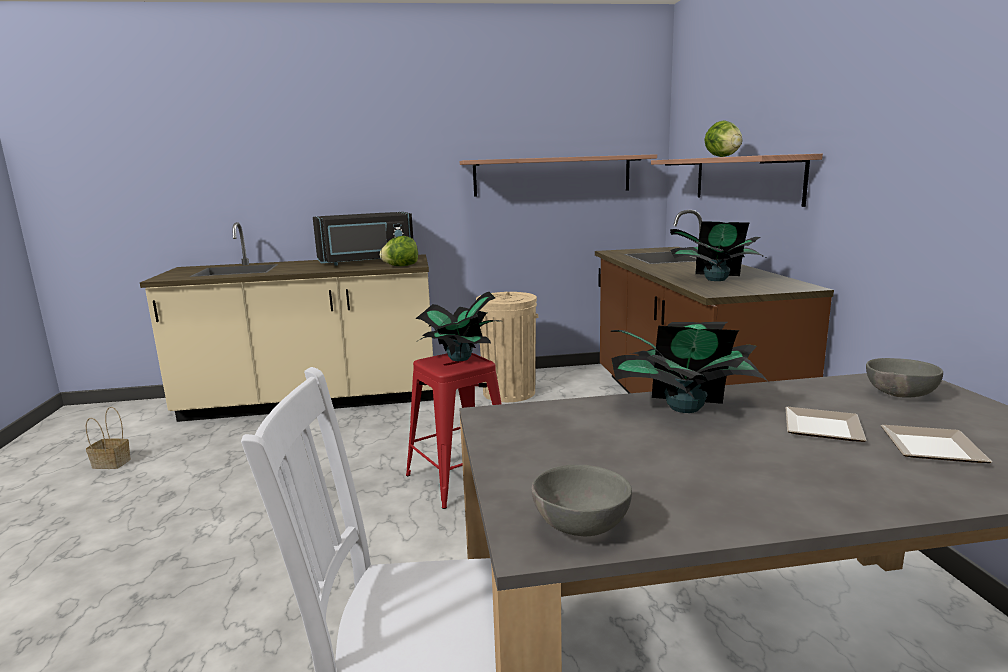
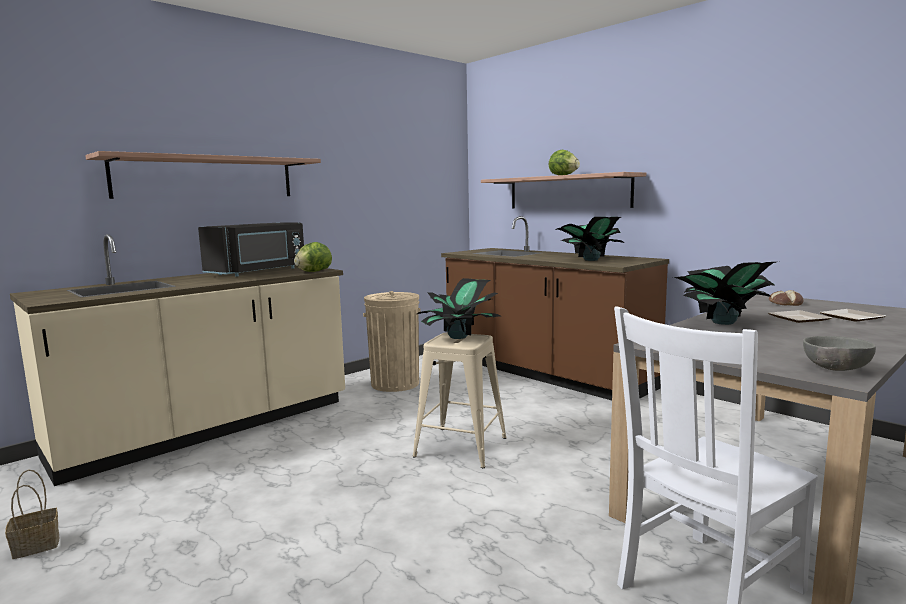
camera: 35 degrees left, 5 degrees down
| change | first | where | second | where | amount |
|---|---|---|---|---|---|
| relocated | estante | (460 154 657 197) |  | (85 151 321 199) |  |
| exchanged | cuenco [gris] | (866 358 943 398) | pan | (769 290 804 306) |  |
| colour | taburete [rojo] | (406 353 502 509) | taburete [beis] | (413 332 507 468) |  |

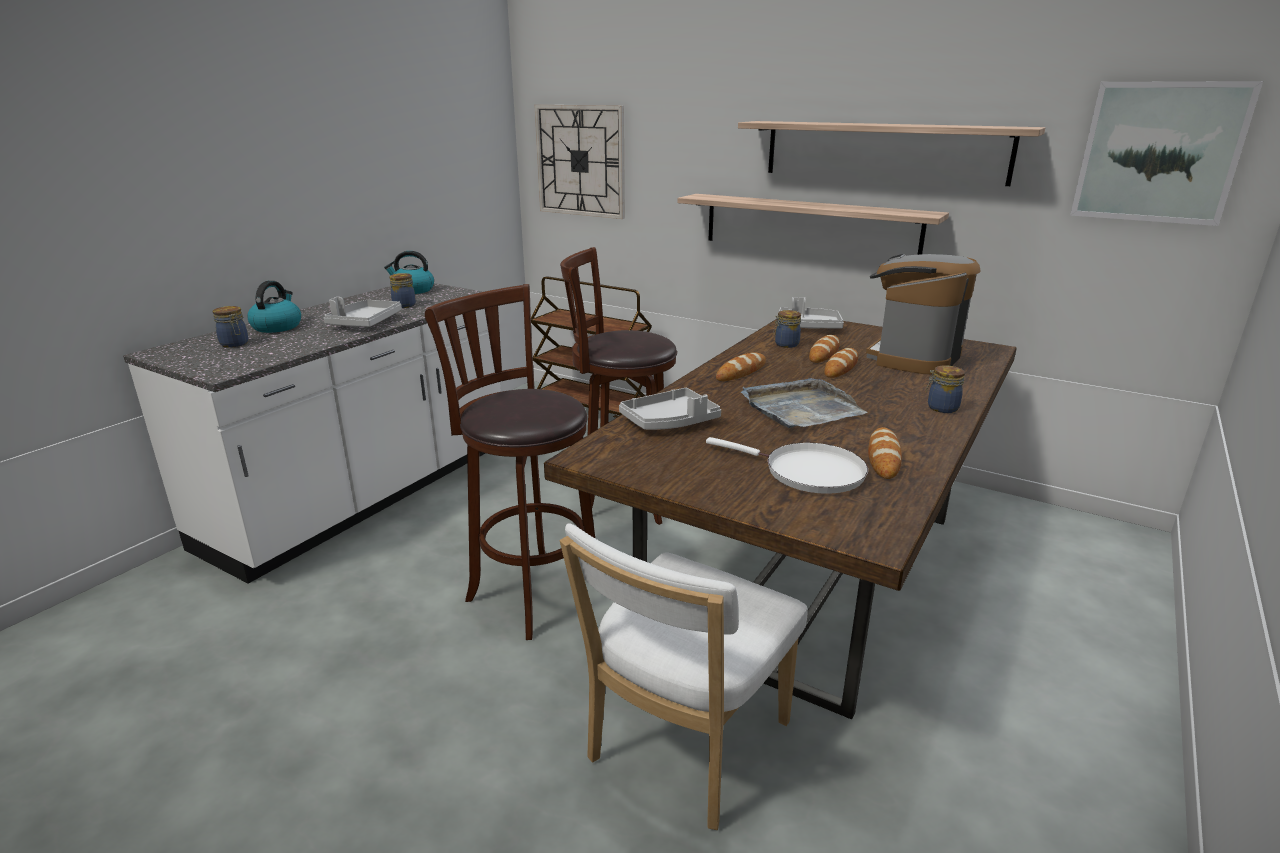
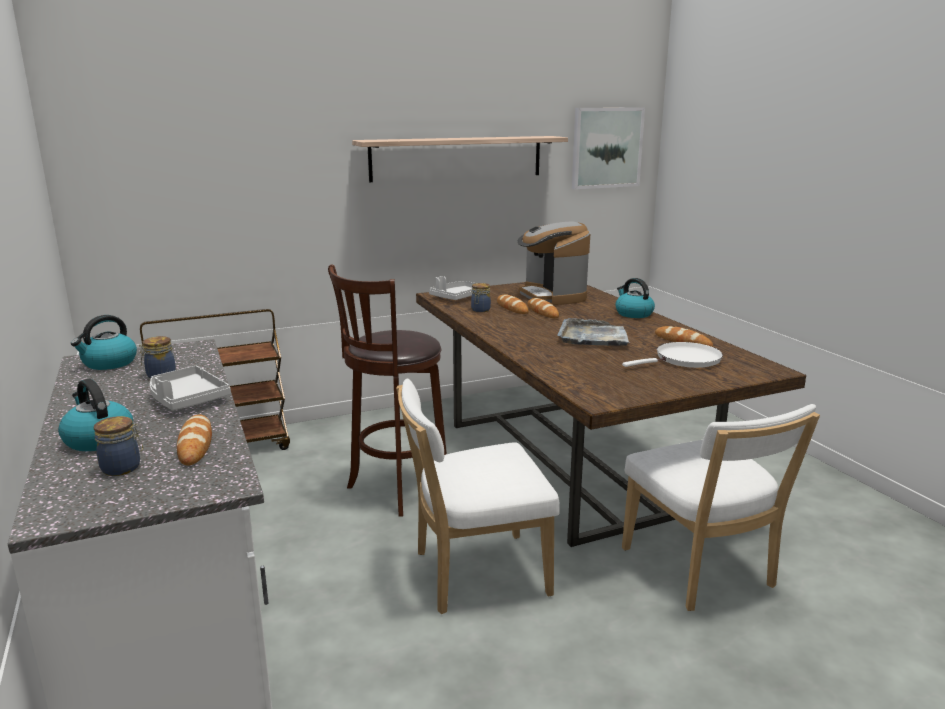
camera: 55 degrees left, 5 degrees down
| change | first | where | second | where | amount |
|---|---|---|---|---|---|
| missing | reloj de pared | (534 105 625 219) |  |  |  |
| missing | bandeja [gris] | (619 388 721 430) |  |  |  |
| missing | estante | (677 194 949 255) |  |  |  |
| relocated | pan | (716 352 766 381) |  | (177 414 212 466) |  |
| exchanged | taburete [marrón] | (425 284 595 640) | silla [blanco] | (396 378 560 614) |  |
| exchanged | tarro | (926 365 965 413) | hervidor | (615 278 655 318) |  |

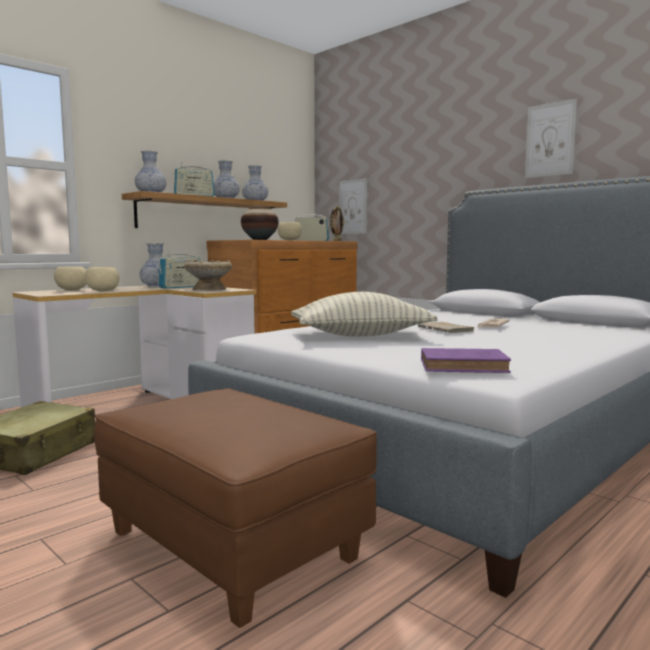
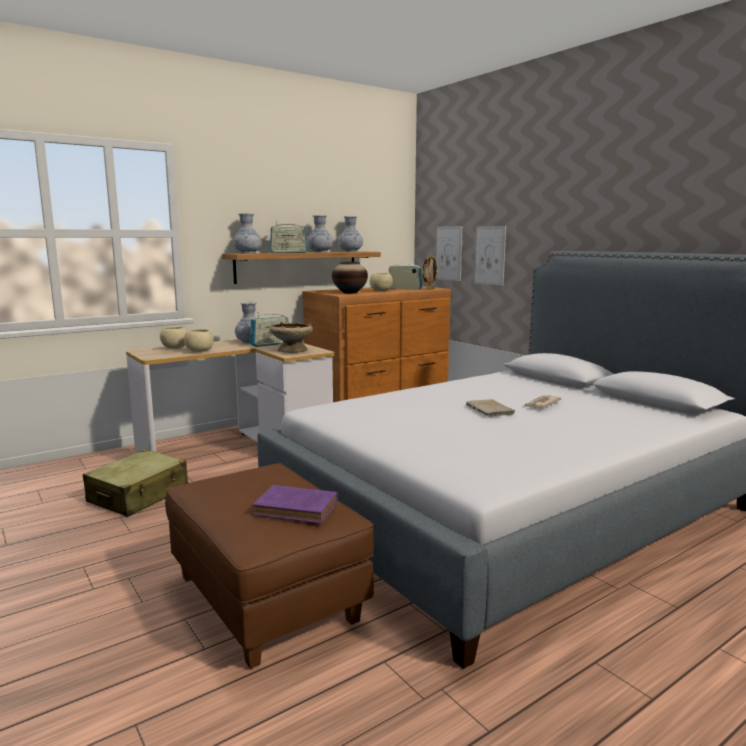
camera: 10 degrees right, 5 degrees up
| change | first | where | second | where | amount |
|---|---|---|---|---|---|
| missing | cojín | (291 292 438 337) |  |  |  |
| relocated | libro [morado] | (421 348 511 373) |  | (253 485 338 524) |  |
| relocated | cuadro | (525 98 577 178) |  | (474 226 506 285) |  |

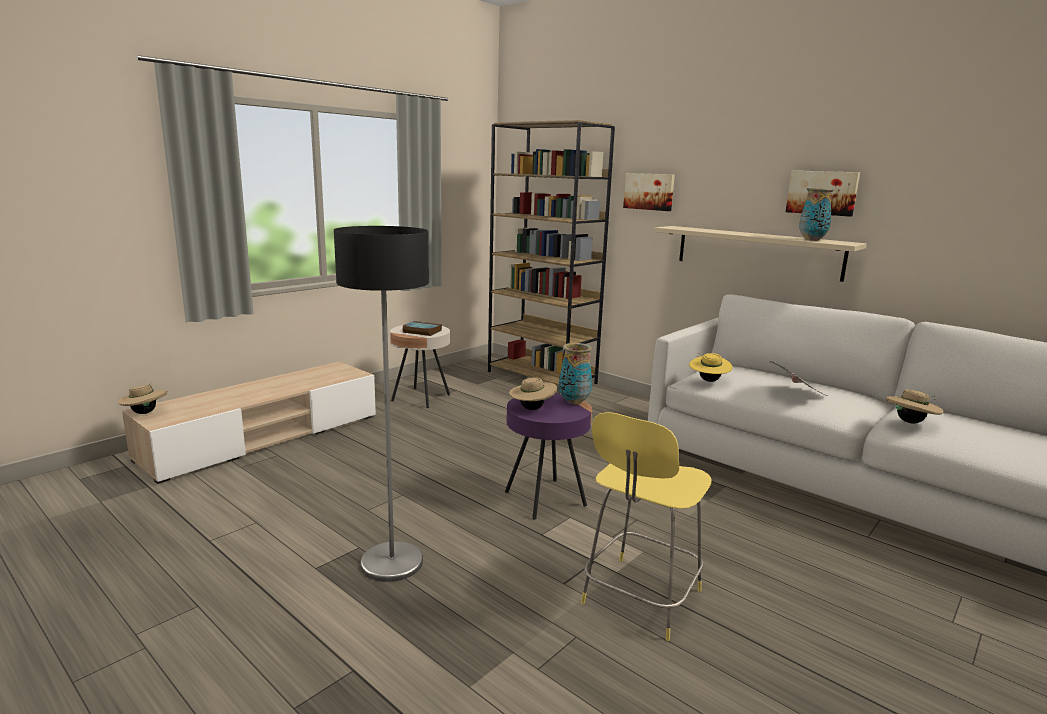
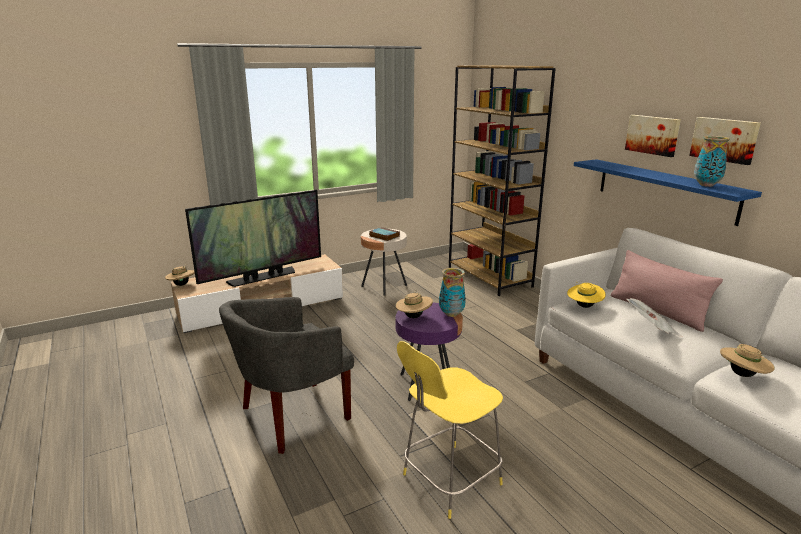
camera: 20 degrees right, 5 degrees up
| change | first | where | second | where | amount |
|---|---|---|---|---|---|
| appeared |  |  | televisor | (185 190 321 287) |  |
| appeared |  |  | cojín [rosa] | (611 250 723 332) |  |
| relocated | cuadro | (623 173 675 211) |  | (625 115 681 157) |  |
| exchanged | lámpara de pie | (334 226 429 582) | sillón [gris] | (219 297 354 454) |  |
| colour | estante [beis] | (654 226 867 282) | estante [azul] | (574 159 762 226) |  |

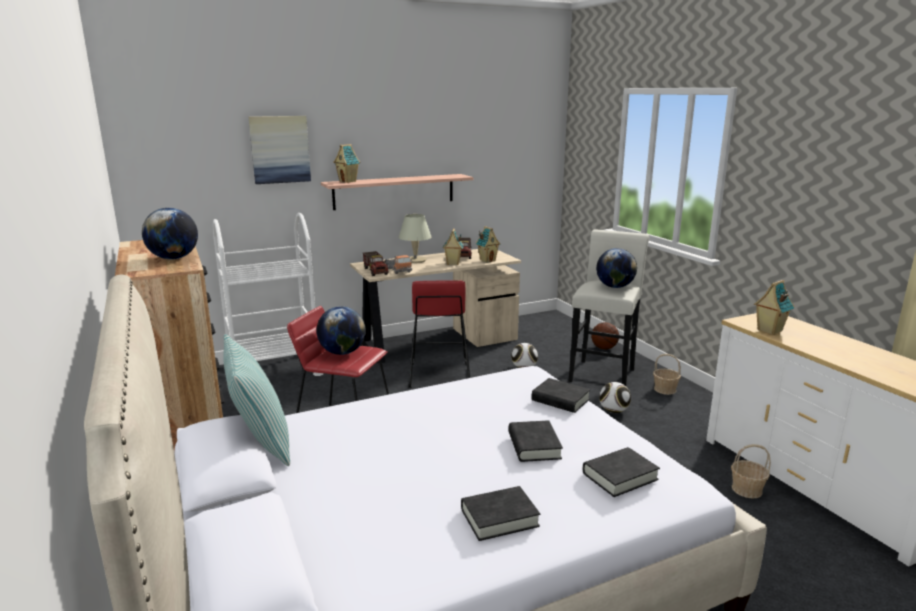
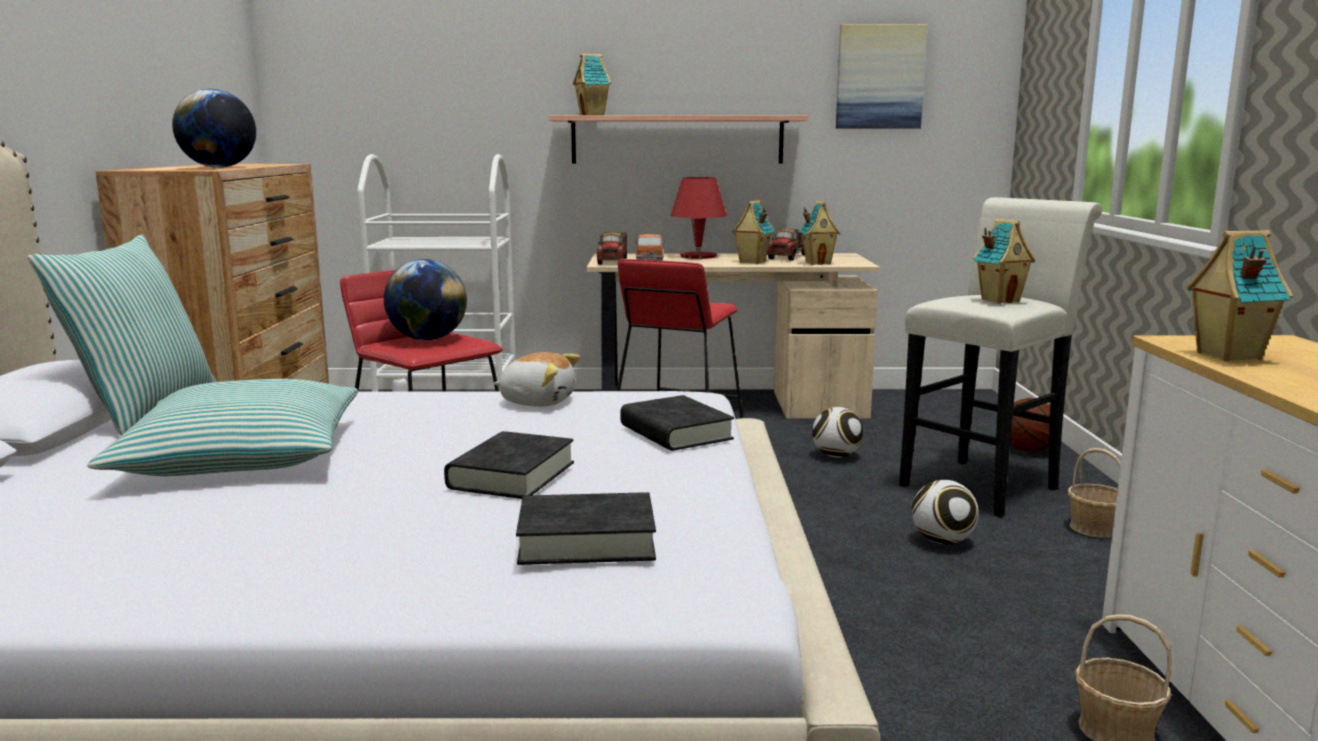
camera: 25 degrees right, 5 degrees down
| change | first | where | second | where | amount |
|---|---|---|---|---|---|
| missing | libro [negro] | (461 486 540 541) |  |  |  |
| appeared |  |  | cojín | (87 379 358 476) |  |
| appeared |  |  | peluche | (493 352 580 407) |  |
| relocated | cuadro | (248 116 311 184) |  | (836 24 928 128) |  |
| exchanged | globo terráqueo | (596 248 637 288) | casita | (973 219 1035 304) |  |
| colour | lámpara de mesa [beis] | (399 214 431 263) | lámpara de mesa [rojo] | (671 177 727 259) |  |

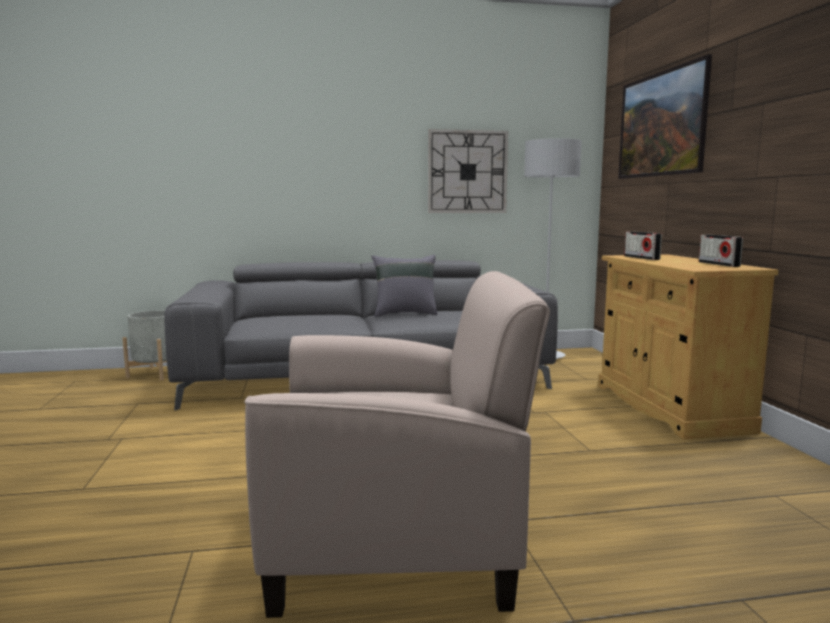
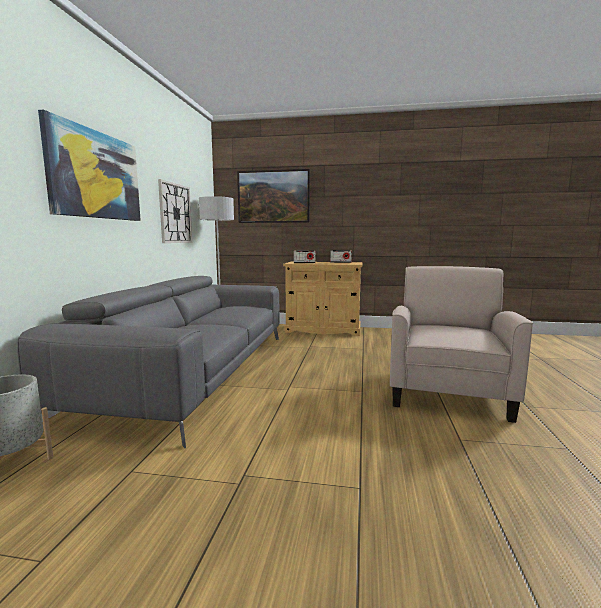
camera: 70 degrees left, 0 degrees up
| change | first | where | second | where | amount |
|---|---|---|---|---|---|
| missing | cojín [gris] | (372 254 438 317) |  |  |  |
| appeared |  |  | cuadro | (38 110 141 221) |  |

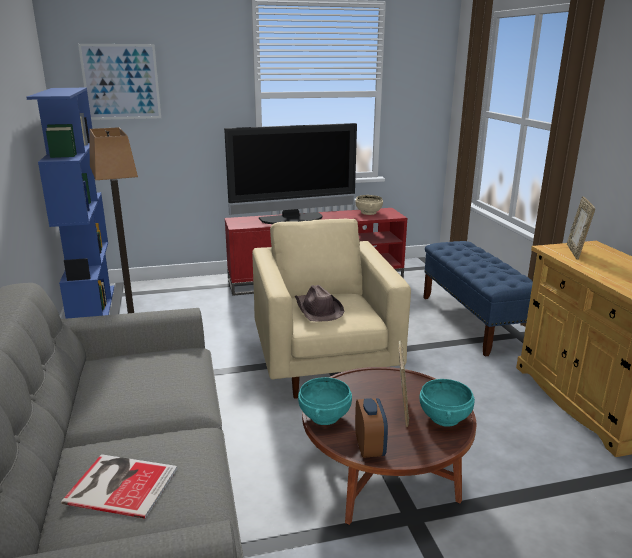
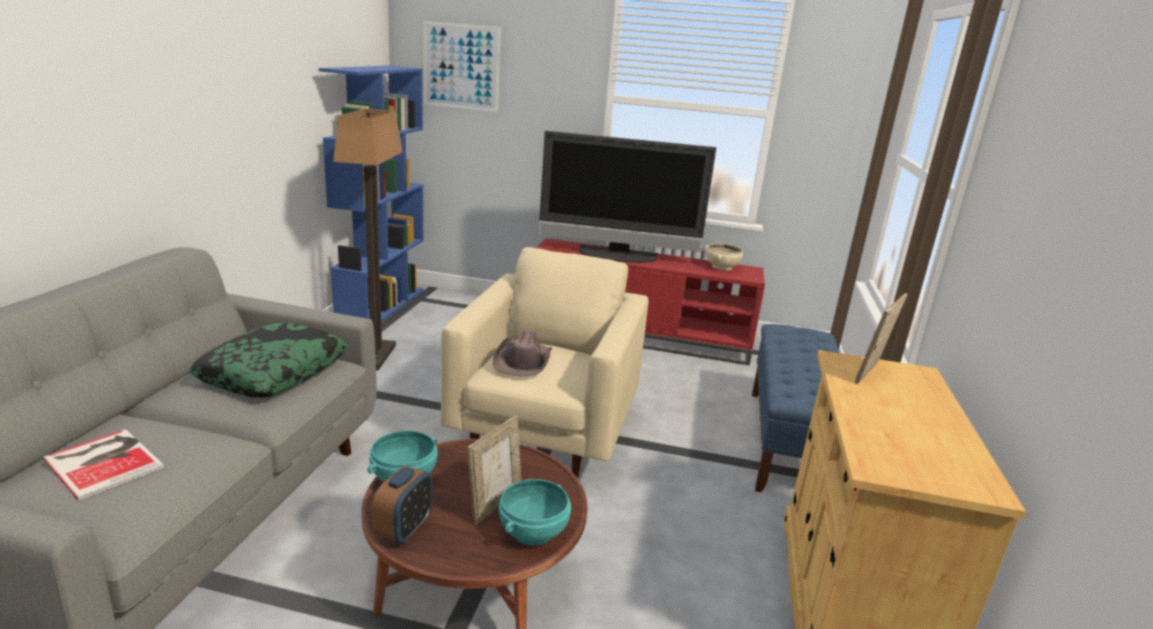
camera: 25 degrees right, 0 degrees up
| change | first | where | second | where | amount |
|---|---|---|---|---|---|
| appeared |  |  | cojín | (189 323 348 397) |  |

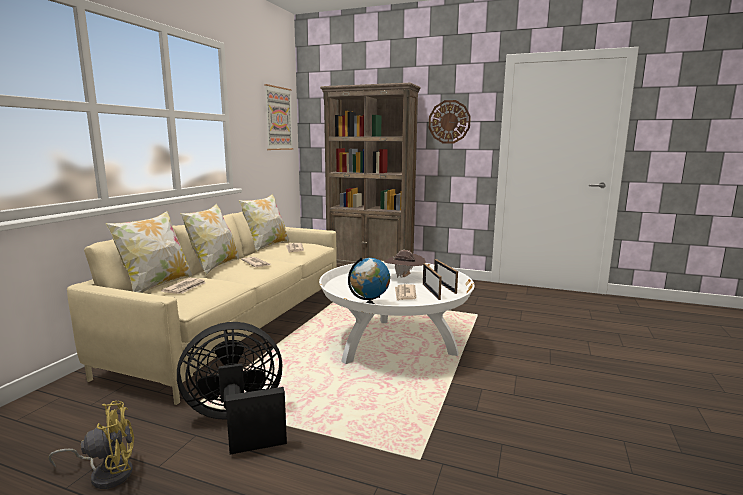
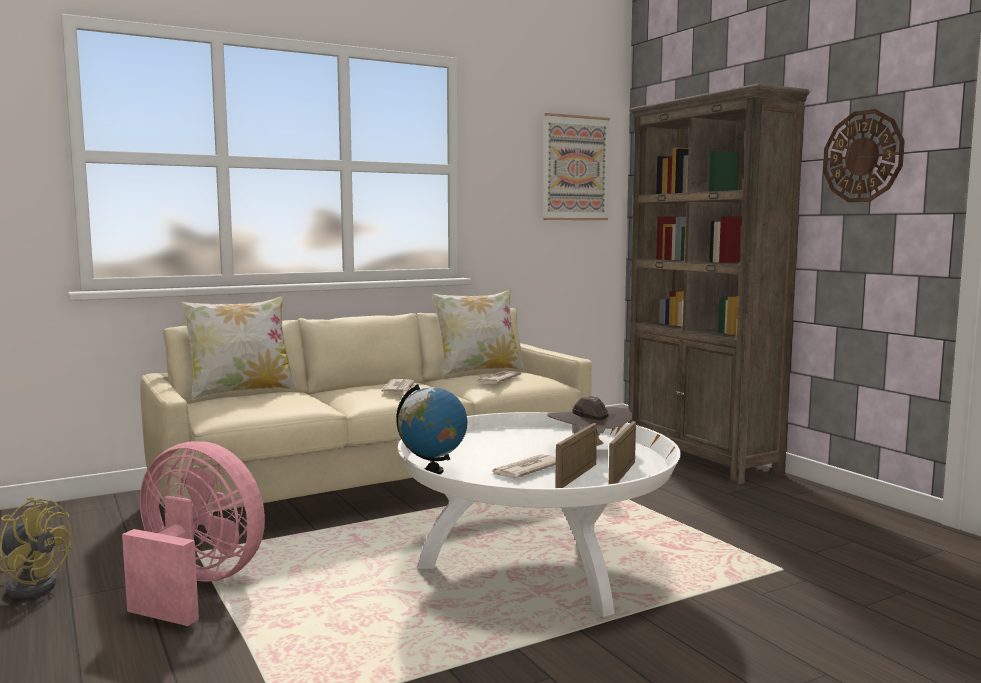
camera: 40 degrees right, 5 degrees down
| change | first | where | second | where | amount |
|---|---|---|---|---|---|
| missing | periódico | (161 278 206 294) |  |  |  |
| missing | cojín | (180 203 239 275) |  |  |  |
| colour | ventilador [negro] | (177 322 287 454) | ventilador [rosa] | (122 441 265 626) |  |

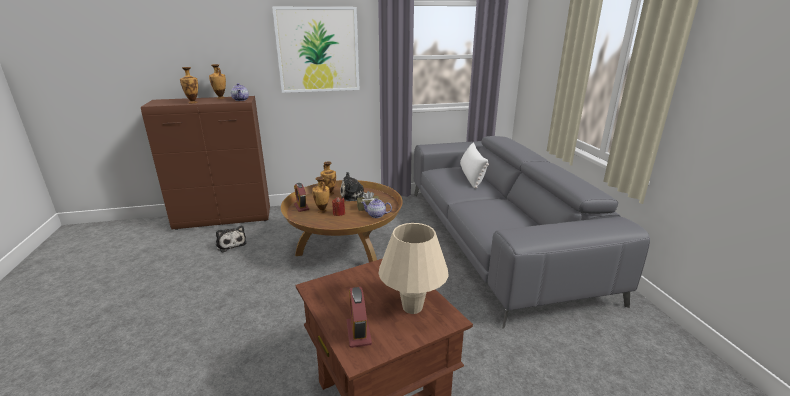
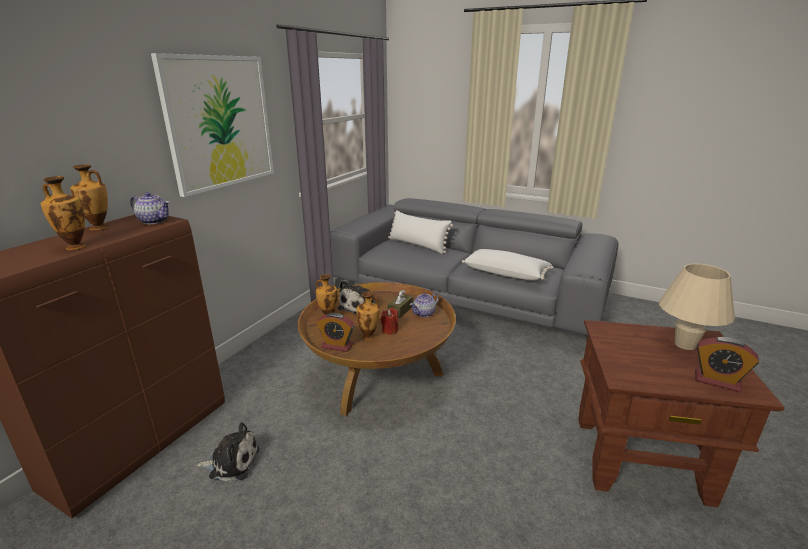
camera: 50 degrees left, 0 degrees up
| change | first | where | second | where | amount |
|---|---|---|---|---|---|
| appeared |  |  | cojín [blanco] | (462 249 553 281) |  |

